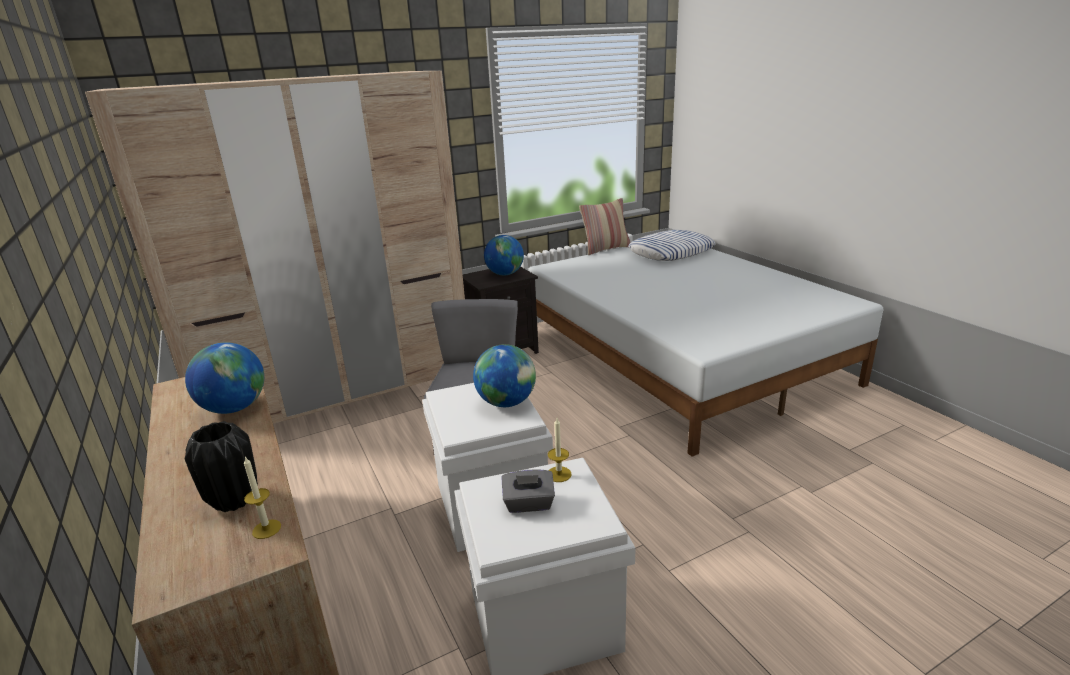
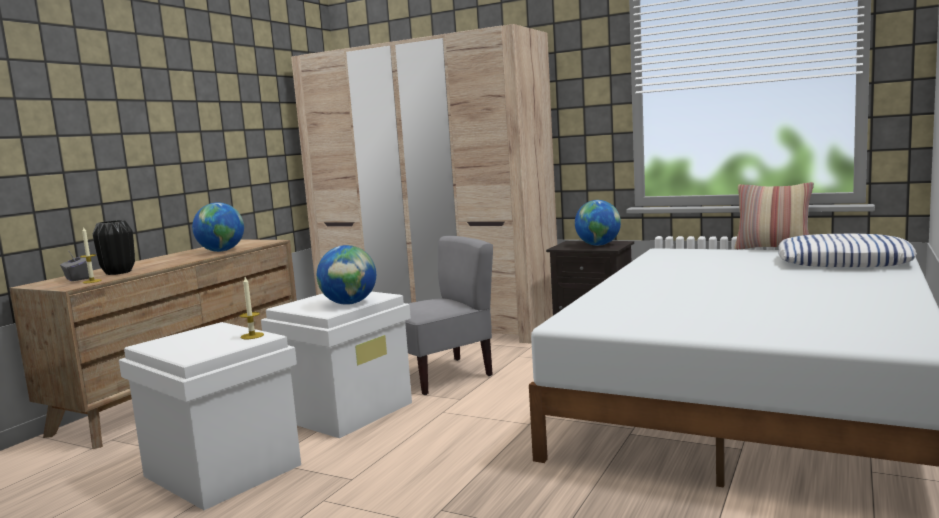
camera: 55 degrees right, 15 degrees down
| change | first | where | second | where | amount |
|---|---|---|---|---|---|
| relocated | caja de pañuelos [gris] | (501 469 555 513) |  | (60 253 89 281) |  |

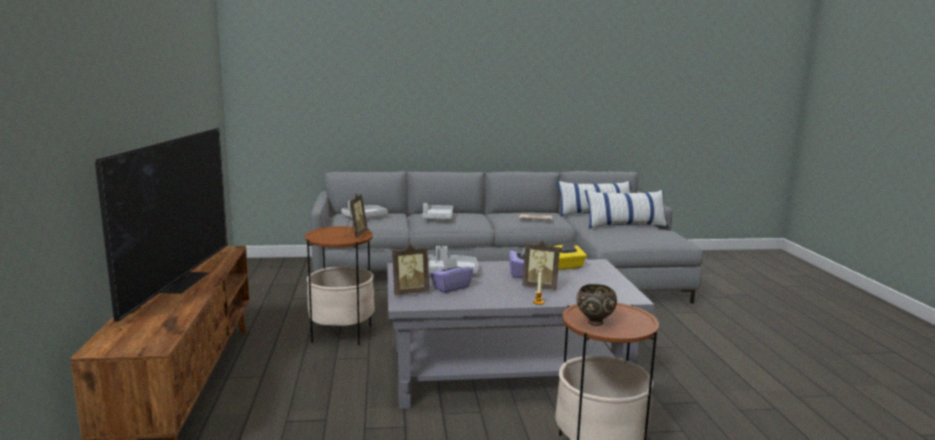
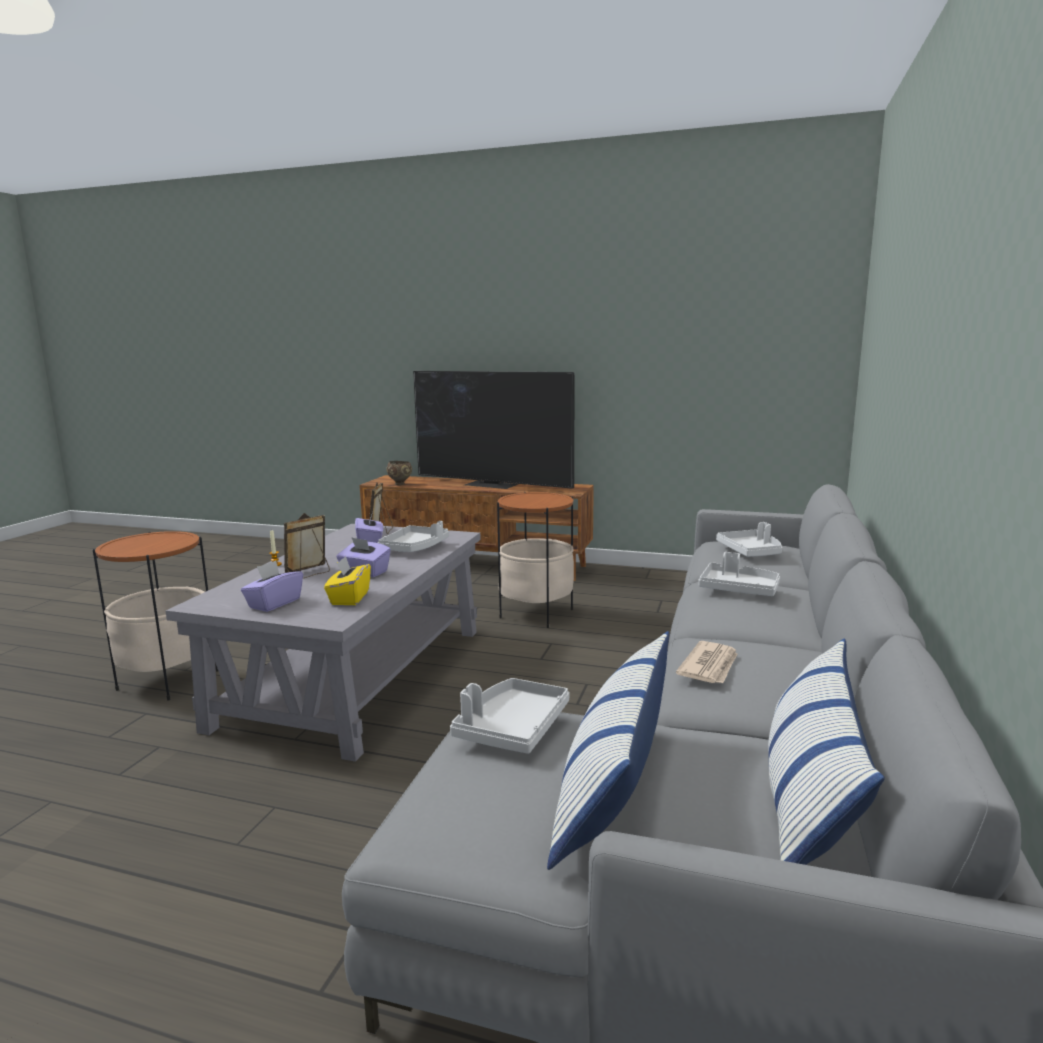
camera: 115 degrees right, 0 degrees up
| change | first | where | second | where | amount |
|---|---|---|---|---|---|
| missing | portarretratos | (345 194 368 238) |  |  |  |
| appeared |  |  | caja de pañuelos [morado] | (241 560 303 612) |  |
| appeared |  |  | bandeja [gris] | (450 678 570 754) |  |
| relocated | cuenco [marrón] | (576 284 617 326) |  | (386 461 412 485) |  |

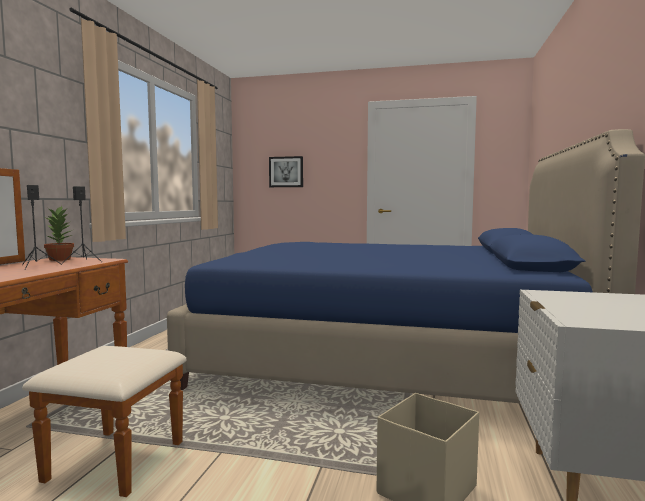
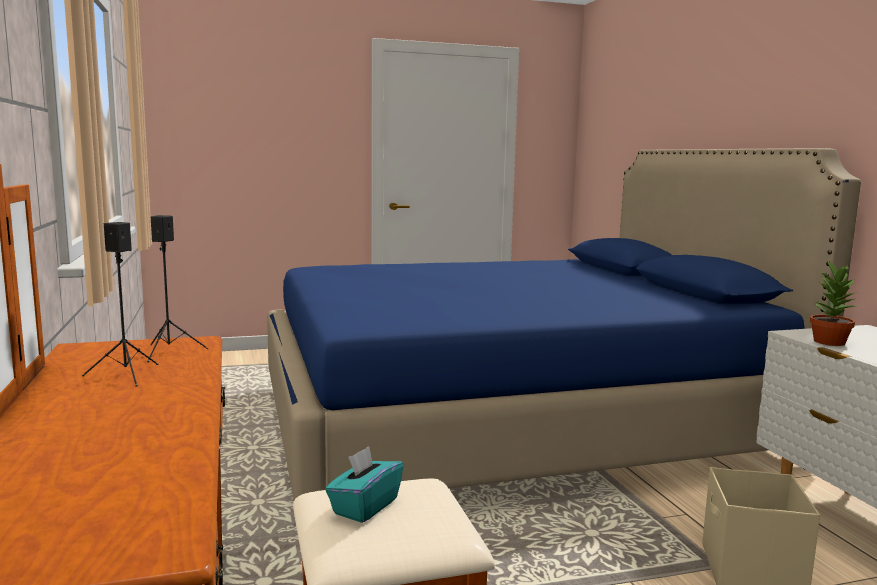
camera: 30 degrees left, 5 degrees up
| change | first | where | second | where | amount |
|---|---|---|---|---|---|
| missing | cuadro | (269 156 303 187) |  |  |  |
| appeared |  |  | caja de pañuelos [turquesa] | (325 446 404 523) |  |
| relocated | planta en maceta | (44 206 74 261) |  | (810 261 860 346) |  |

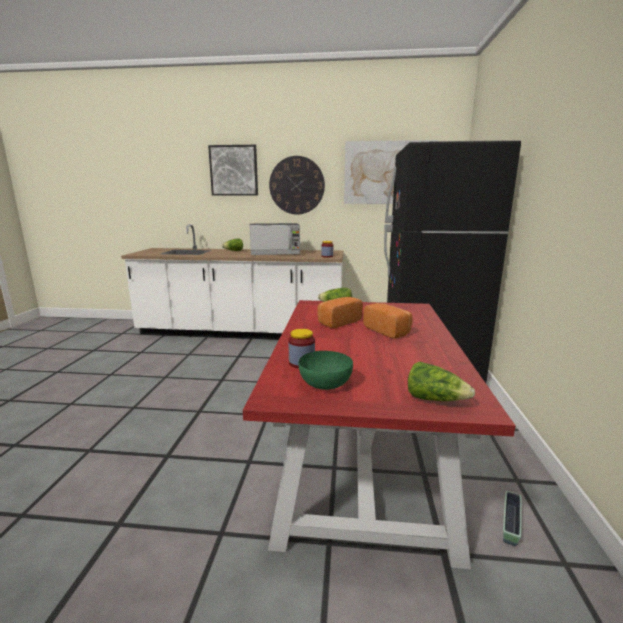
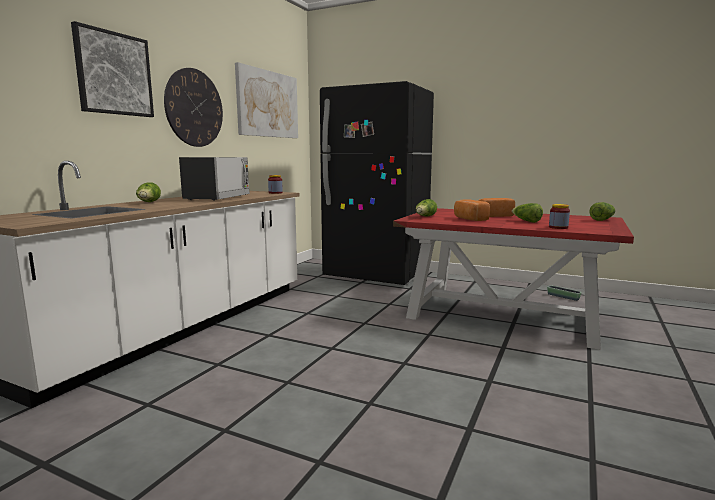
camera: 70 degrees left, 5 degrees down
| change | first | where | second | where | amount |
|---|---|---|---|---|---|
| missing | cuenco [verde] | (298 351 353 390) |  |  |  |
| appeared |  |  | lechuga | (512 203 543 223) |  |

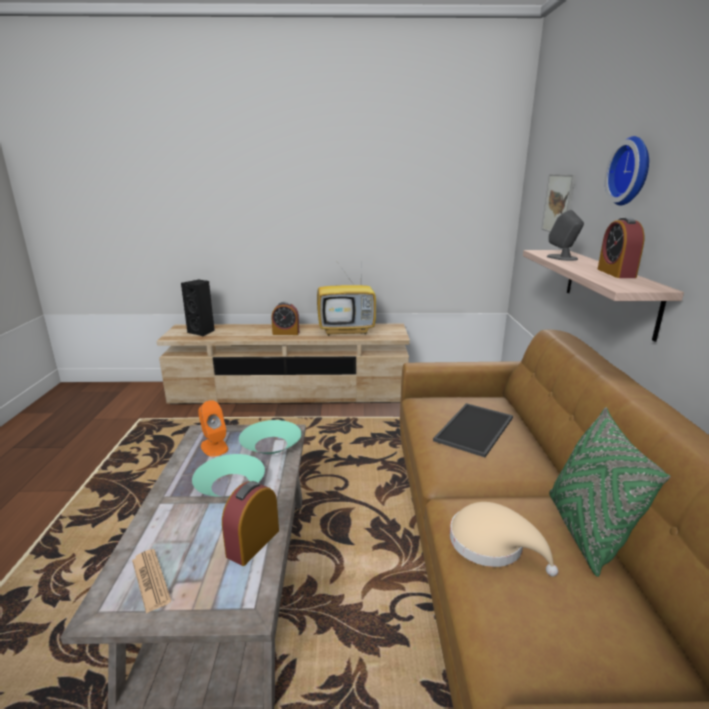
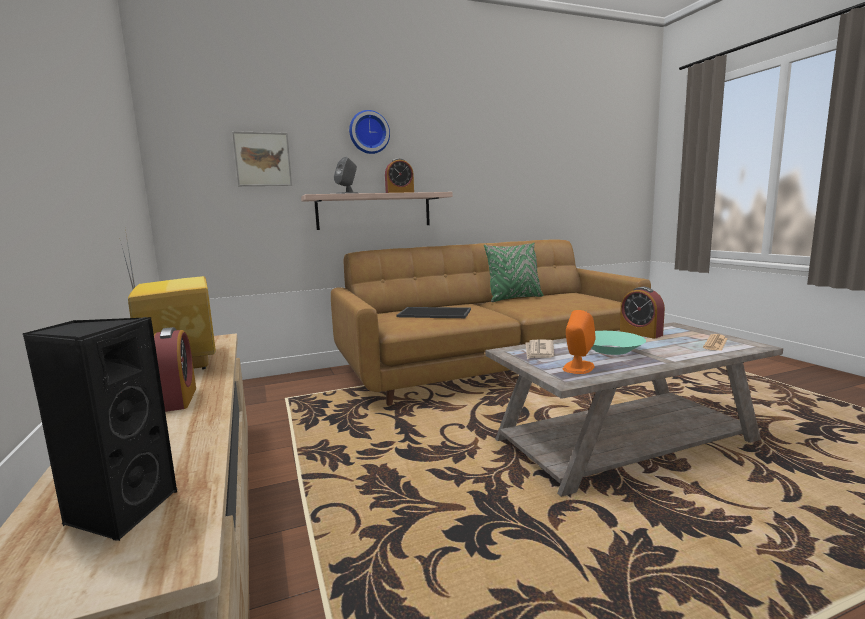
camera: 110 degrees left, 10 degrees down
| change | first | where | second | where | amount |
|---|---|---|---|---|---|
| missing | sombrero [beis] | (450 502 558 577) |  |  |  |
| exchanged | cuenco [turquesa] | (239 420 301 454) | periódico | (526 339 554 359) |  |
| spun | despertador | (222 481 279 566) |  | (620 287 665 339) | 45 degrees clockwise |

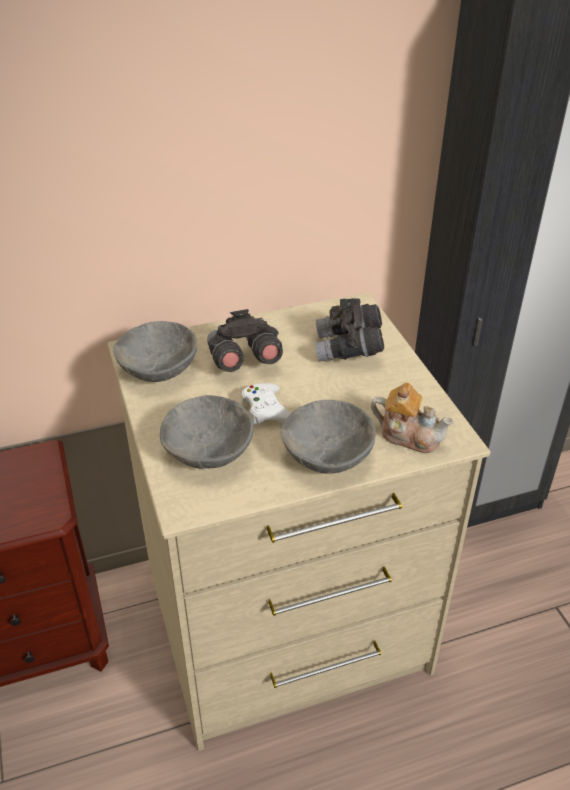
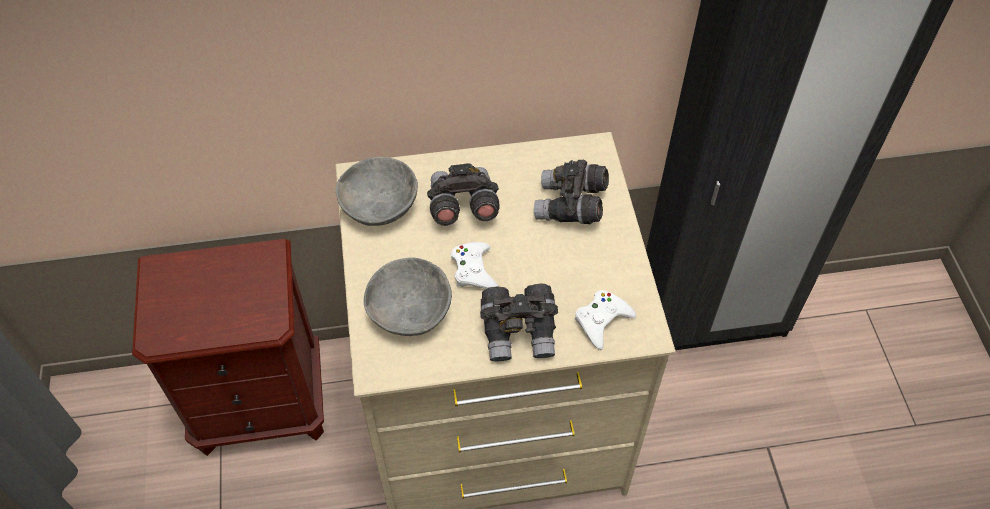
camera: 10 degrees right, 15 degrees up
| change | first | where | second | where | amount |
|---|---|---|---|---|---|
| exchanged | cuenco [gris] | (281 400 376 474) | prismáticos [gris] | (480 283 558 361) |  |
| exchanged | tetera | (371 382 454 453) | mando de consola [blanco] | (575 290 636 350) |  |

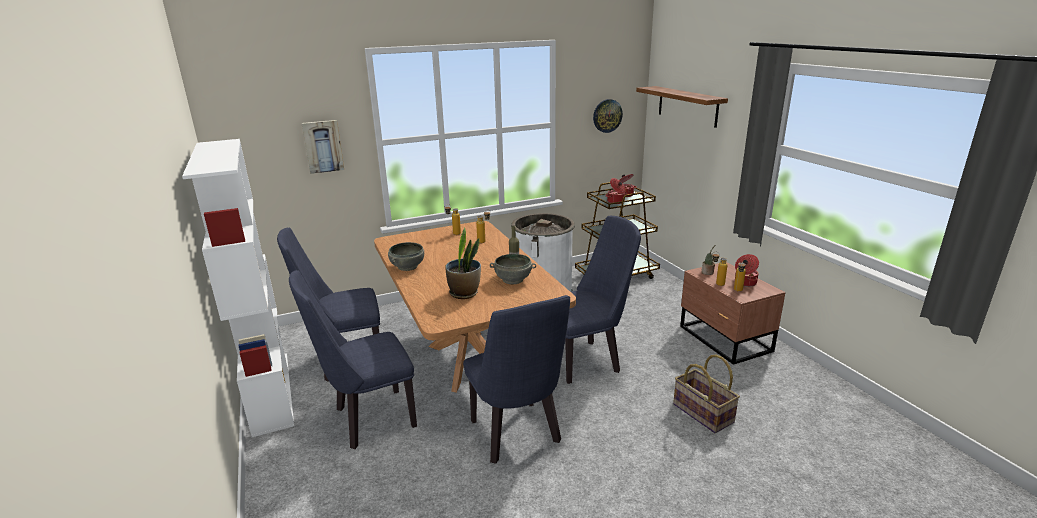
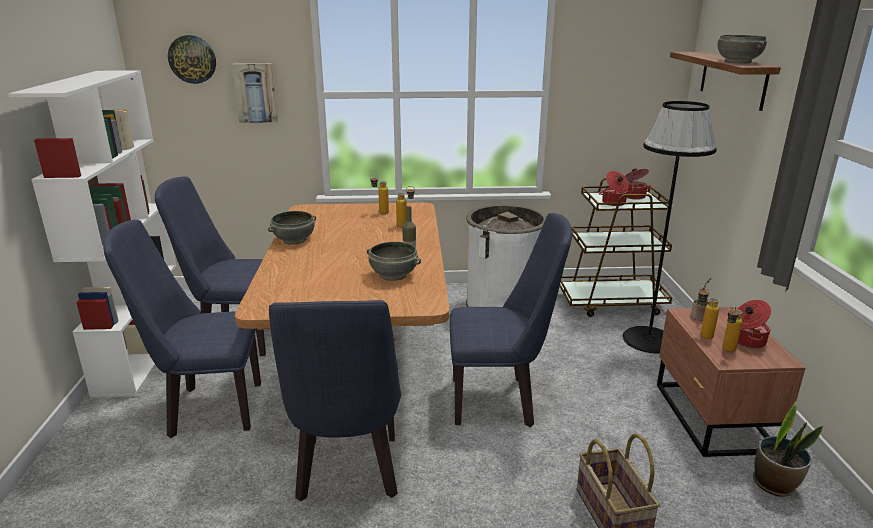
camera: 20 degrees right, 0 degrees up
| change | first | where | second | where | amount |
|---|---|---|---|---|---|
| appeared |  |  | lámpara de pie [negro] | (623 101 717 354) |  |
| appeared |  |  | cuenco [gris] | (718 35 767 64) |  |
| relocated | planta en maceta | (445 228 481 299) |  | (753 401 823 497) |  |
| relocated | reloj de pared | (593 99 623 133) |  | (168 35 216 84) |  |

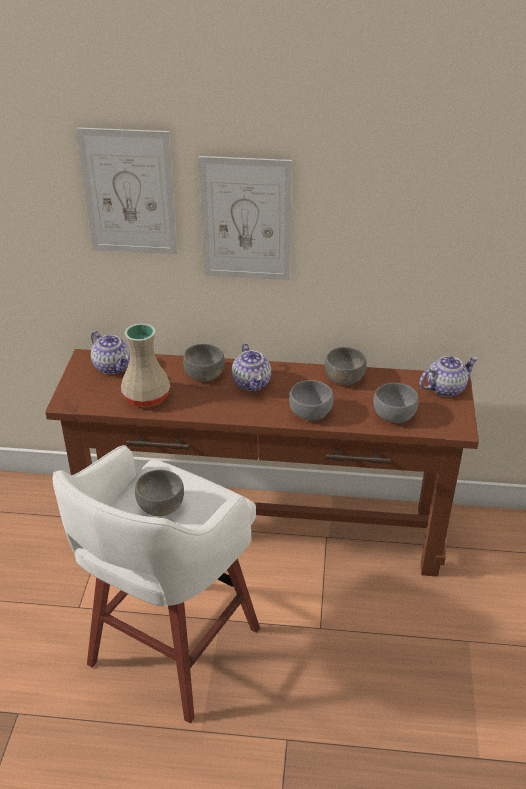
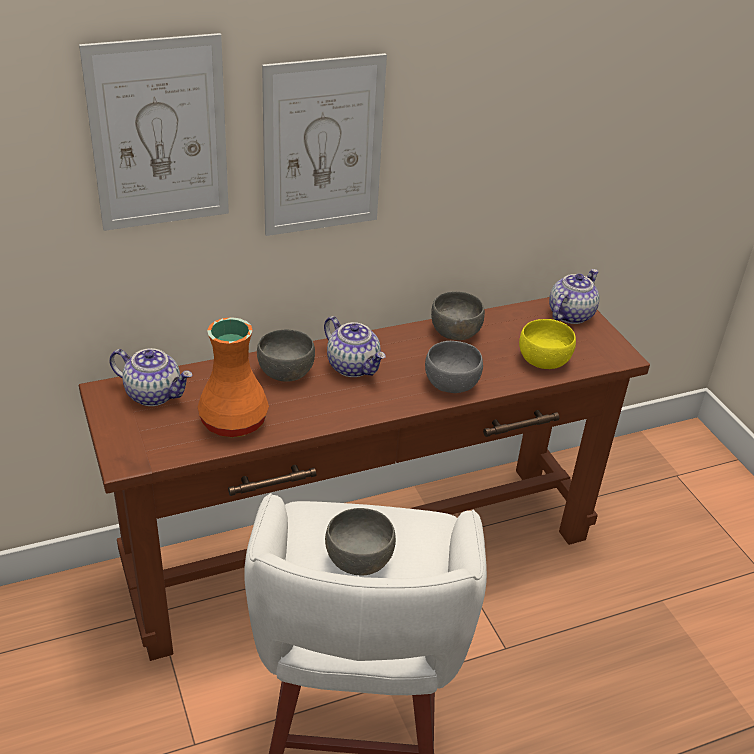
camera: 30 degrees left, 0 degrees up
| change | first | where | second | where | amount |
|---|---|---|---|---|---|
| colour | florero [beis] | (121 323 170 408) | florero [naranja] | (198 317 269 438) |  |
| colour | cuenco [gris] | (373 383 418 423) | cuenco [amarillo] | (519 319 576 369) |  |

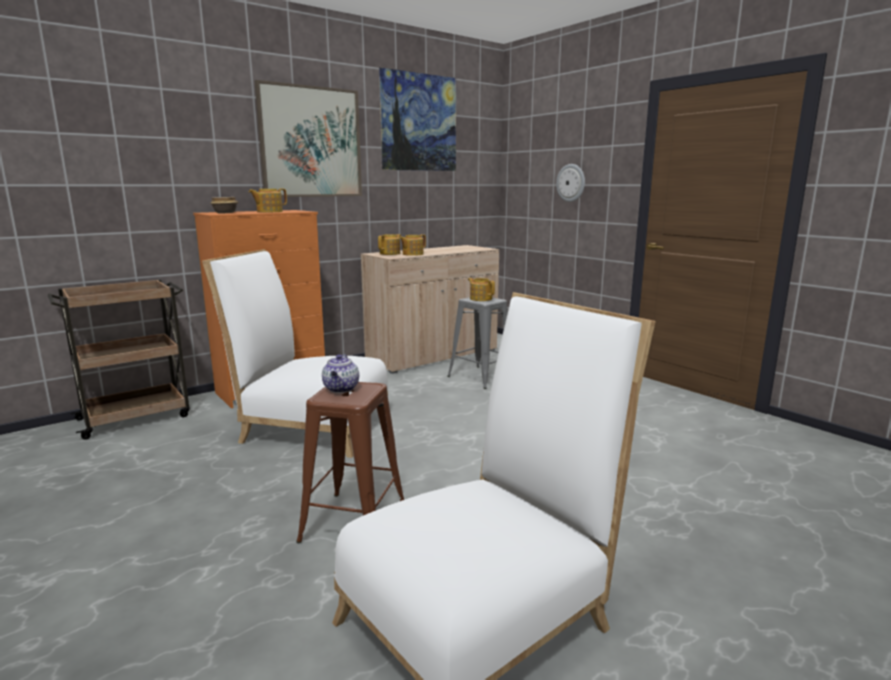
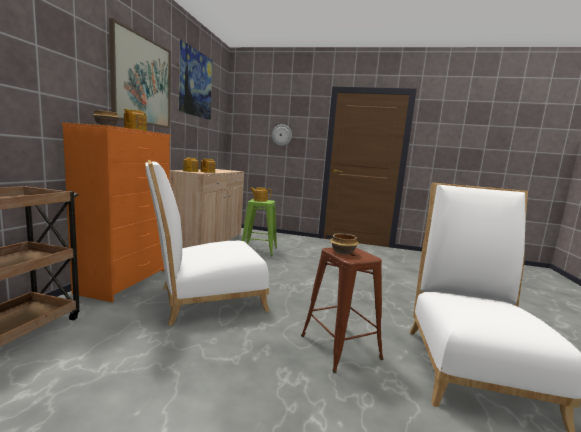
camera: 40 degrees left, 5 degrees down
| change | first | where | second | where | amount |
|---|---|---|---|---|---|
| exchanged | tetera | (322 354 359 393) | cuenco | (330 233 359 255) |  |
| colour | taburete [gris] | (447 297 508 389) | taburete [verde] | (242 199 277 256) |  |

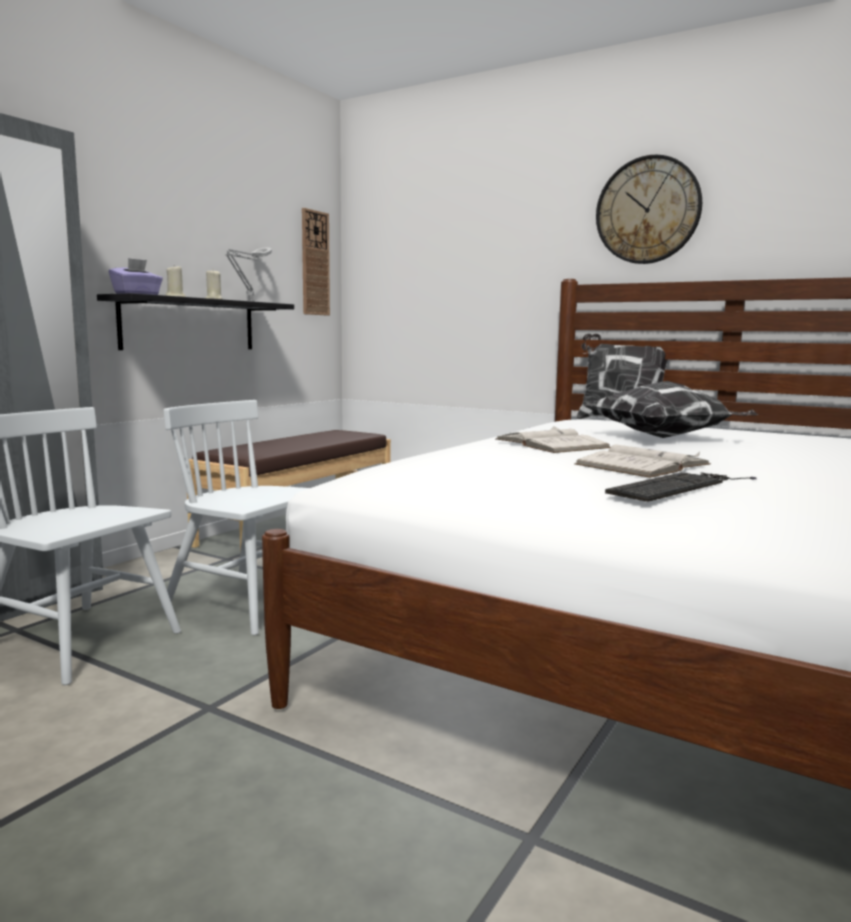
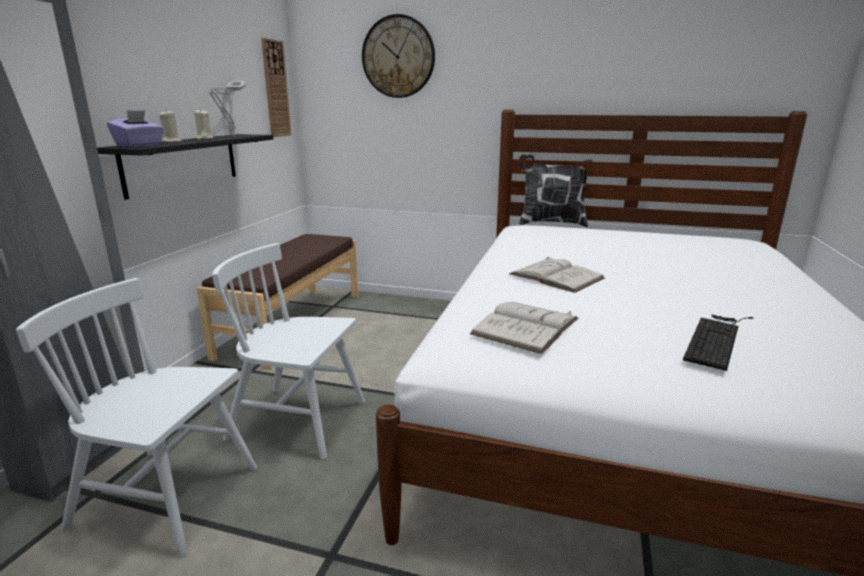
camera: 15 degrees left, 10 degrees up
| change | first | where | second | where | amount |
|---|---|---|---|---|---|
| missing | cojín | (584 381 758 438) |  |  |  |
| relocated | libro [blanco] | (574 445 711 478) |  | (470 302 579 354) |  |
| relocated | reloj de pared | (596 155 702 264) |  | (362 14 435 98) |  |

